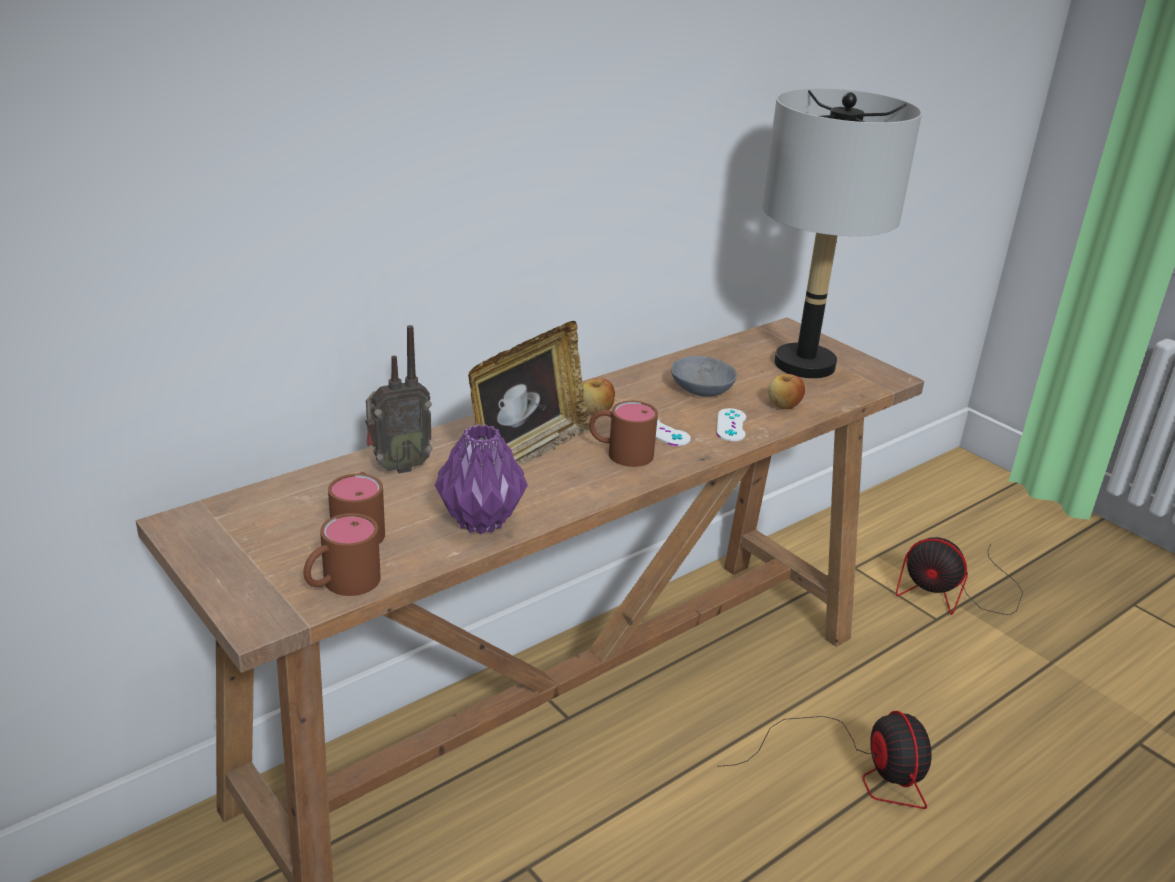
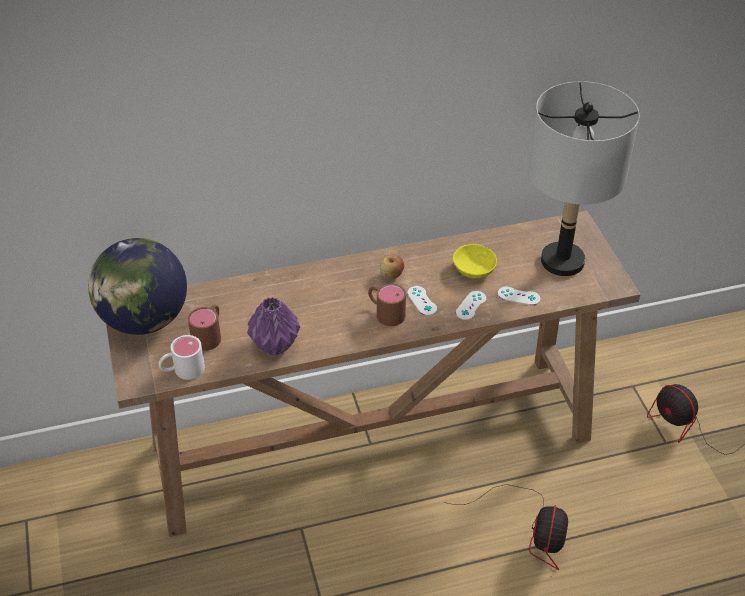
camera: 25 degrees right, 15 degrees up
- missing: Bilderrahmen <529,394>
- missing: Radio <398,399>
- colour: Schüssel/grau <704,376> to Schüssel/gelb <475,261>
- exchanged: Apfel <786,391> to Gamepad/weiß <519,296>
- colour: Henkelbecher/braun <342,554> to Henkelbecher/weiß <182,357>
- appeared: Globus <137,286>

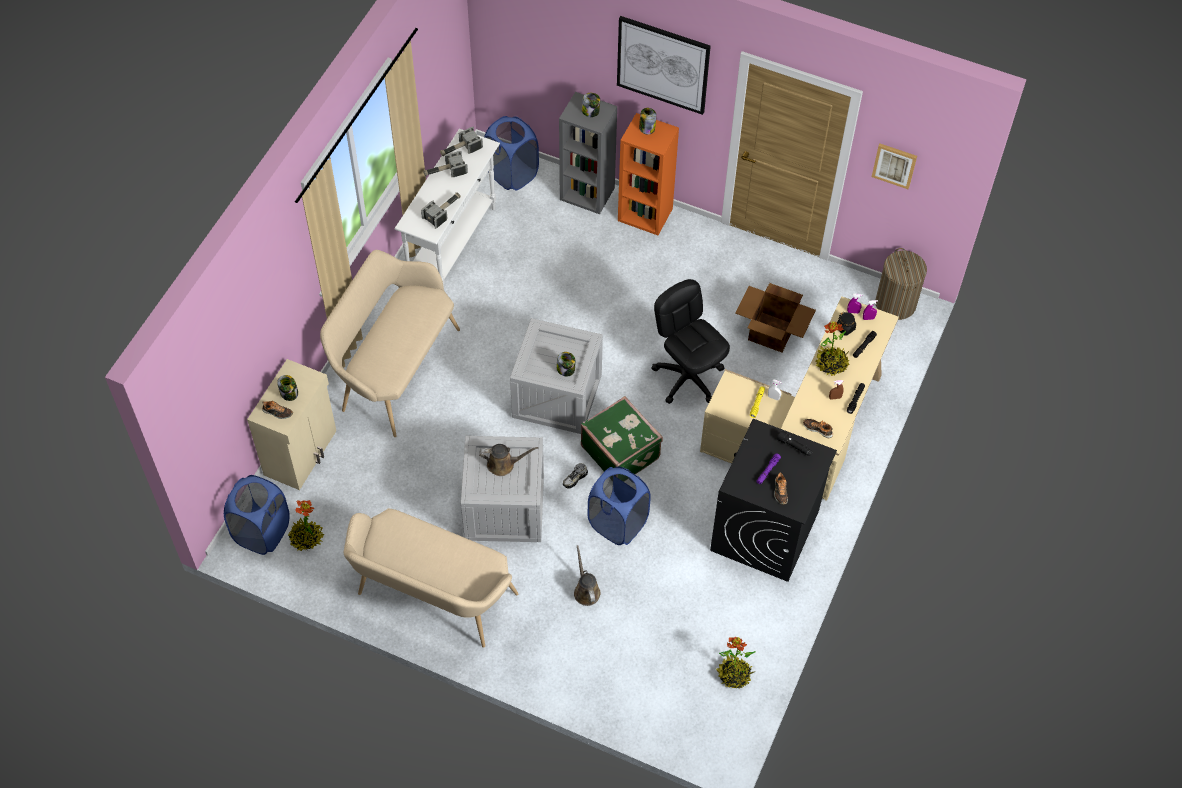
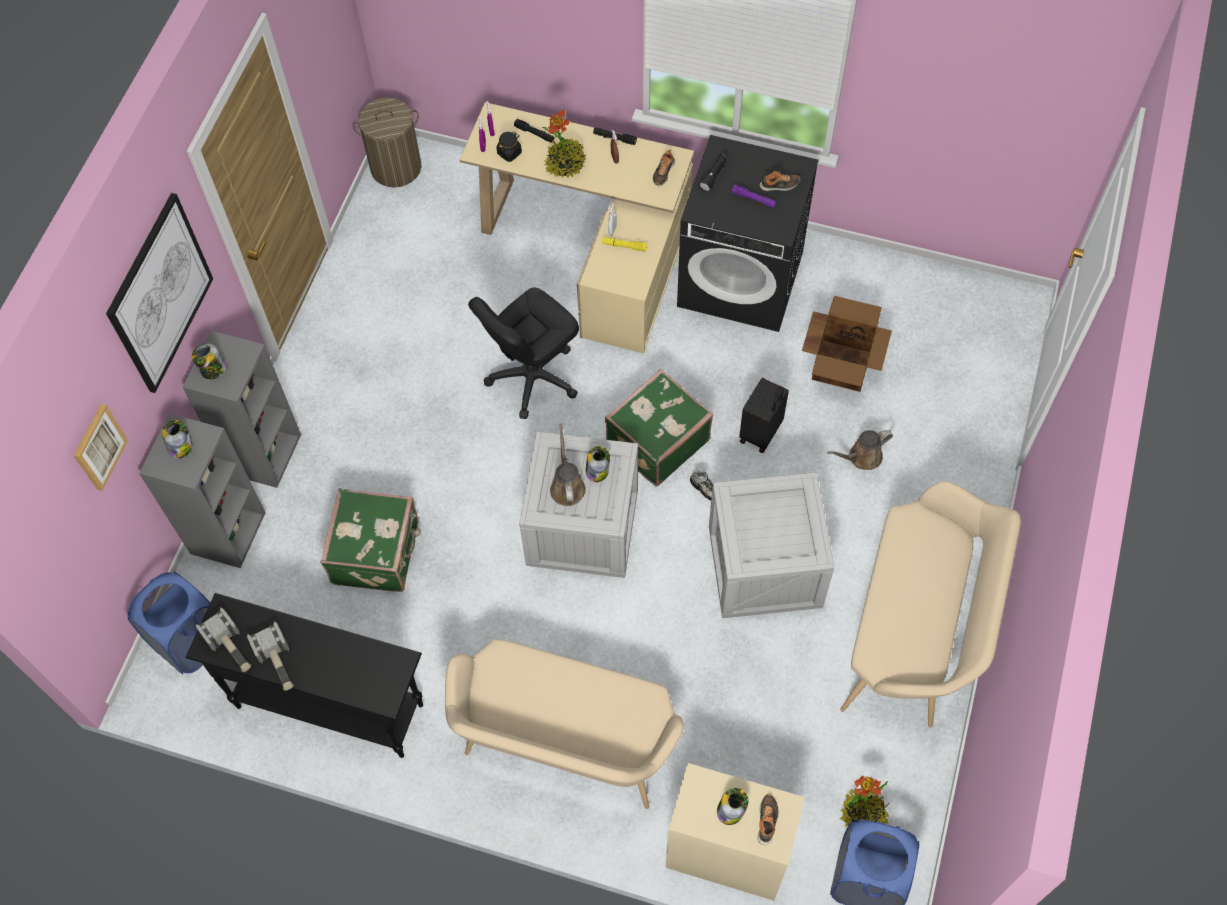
camera: 95 degrees left, 5 degrees up
- colour: Bücherregal/orange <648,174> to Bücherregal/grau <242,409>
- colour: Konsolentisch/weiß <447,208> to Konsolentisch/schwarz <304,675>
- relocated: Bild <894,166> to <100,447>
- missing: Hammer <441,210>
- relocated: Karton <775,317> to <847,344>
- relocated: Gießkanne/braun <508,460> to <568,465>
- exchanged: Wäschekorb/blau <619,505> to Koffer/schwarz <764,415>
- missing: Topfpflanze <735,662>
- appeared: Koffer/grün <370,540>

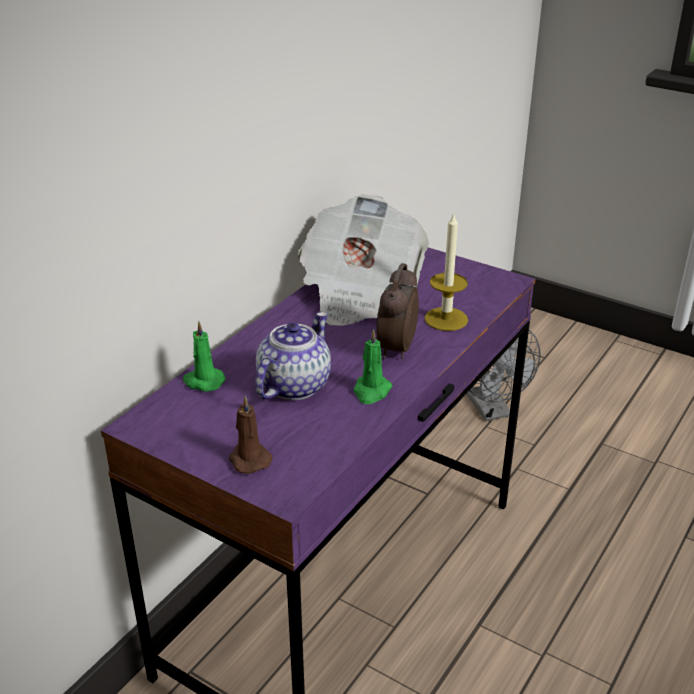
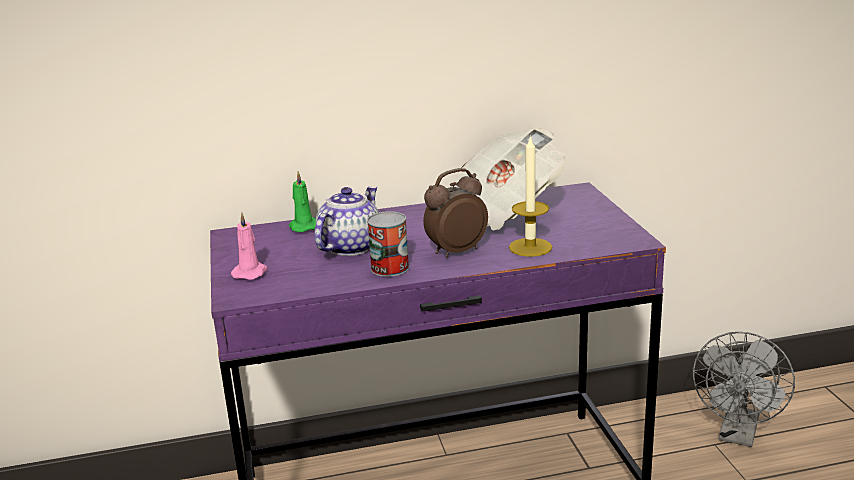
camera: 45 degrees right, 10 degrees down
- spun: Teekanne <293,356> = <346,221> 45 degrees counterclockwise
- exchanged: Kerze/grün <372,366> to Dose <388,244>
- colour: Kerze/braun <251,435> to Kerze/rosa <249,246>

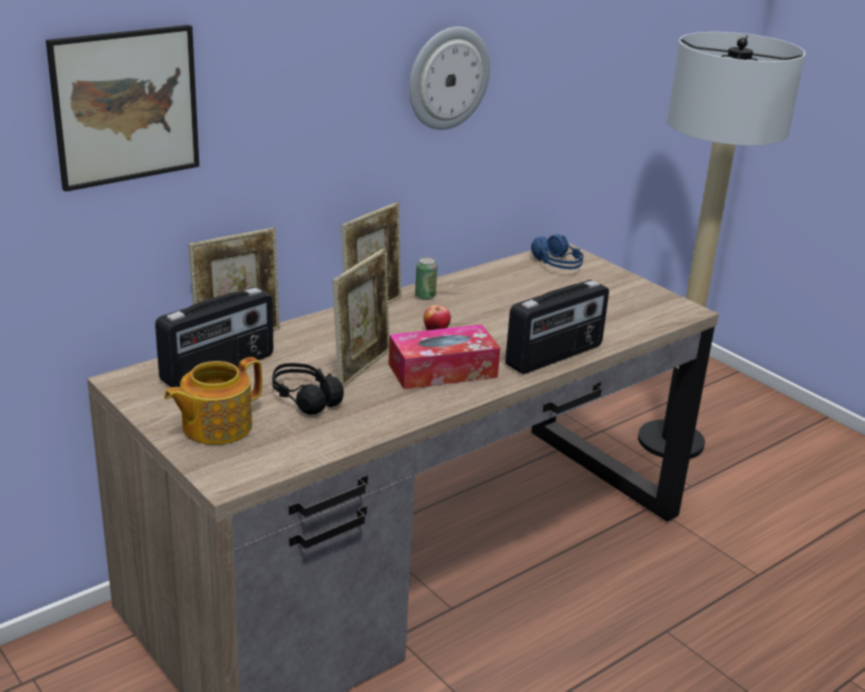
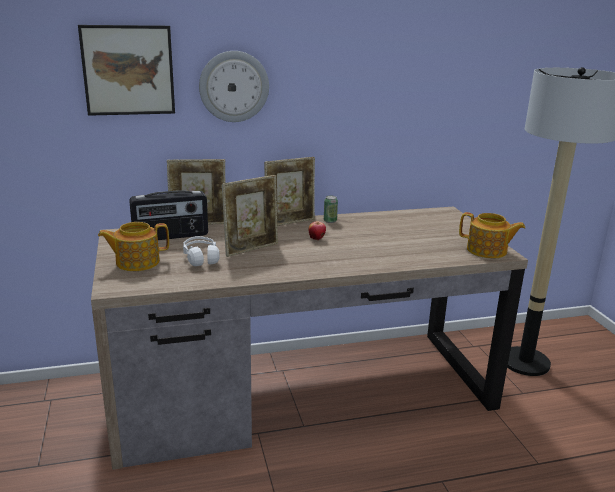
camera: 25 degrees right, 5 degrees down
- relocated: Wanduhr <449,78> to <234,86>
- missing: Kopfhörer/blau <557,251>
- missing: Radio <557,327>
- missing: Taschentuchbox <444,356>
- colour: Kopfhörer/schwarz <308,389> to Kopfhörer/weiß <201,251>
- appeared: Teekanne <492,235>

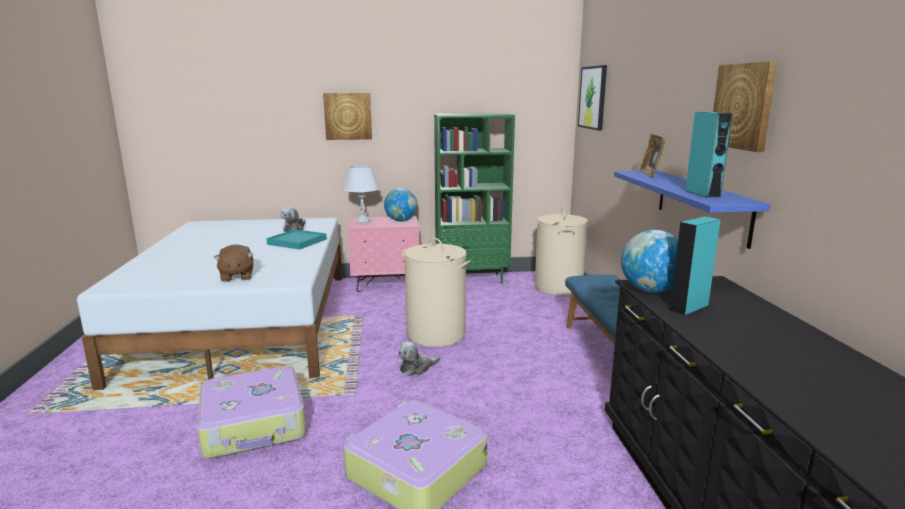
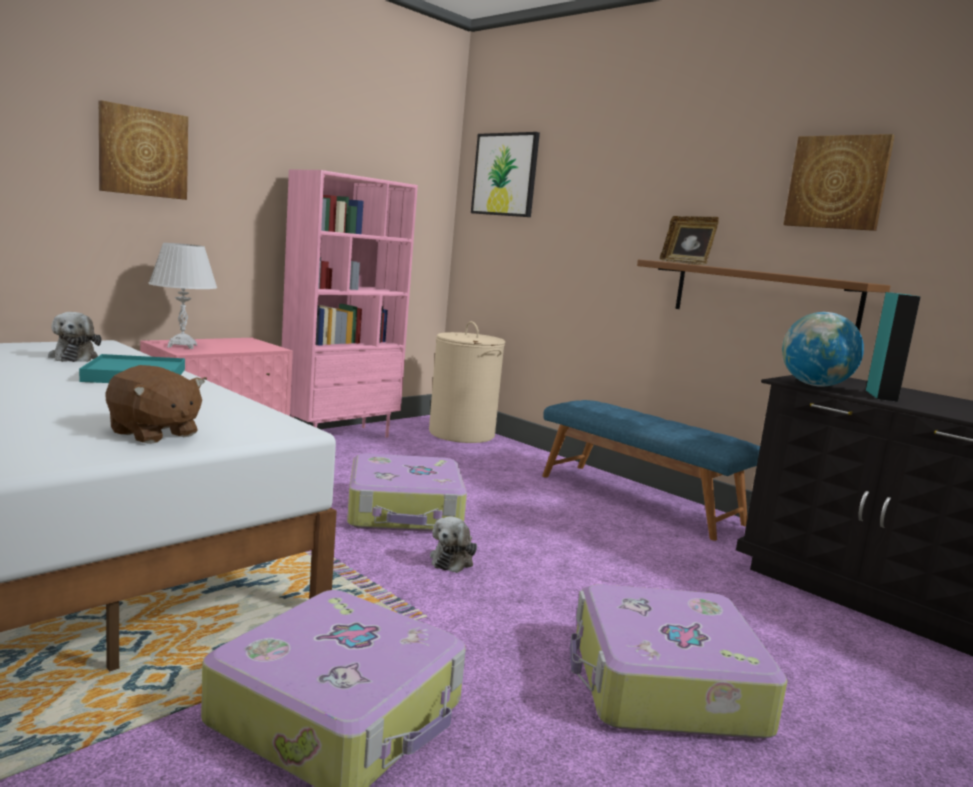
camera: 40 degrees left, 5 degrees down
- missing: Lautsprecher/türkis <708,155>
- colour: Bücherregal/grün <474,198> to Bücherregal/rosa <350,303>
- colour: Wandregal/blau <692,210> to Wandregal/braun <763,296>
- missing: Globus <400,204>
- exchanged: Wäschekorb/beige <436,292> to Koffer <407,493>

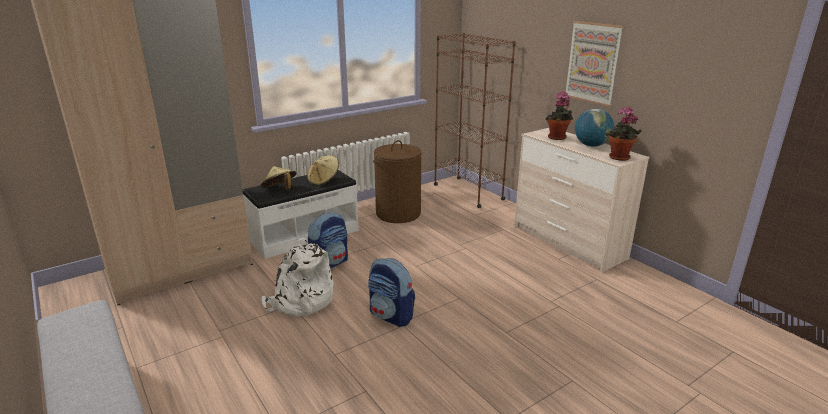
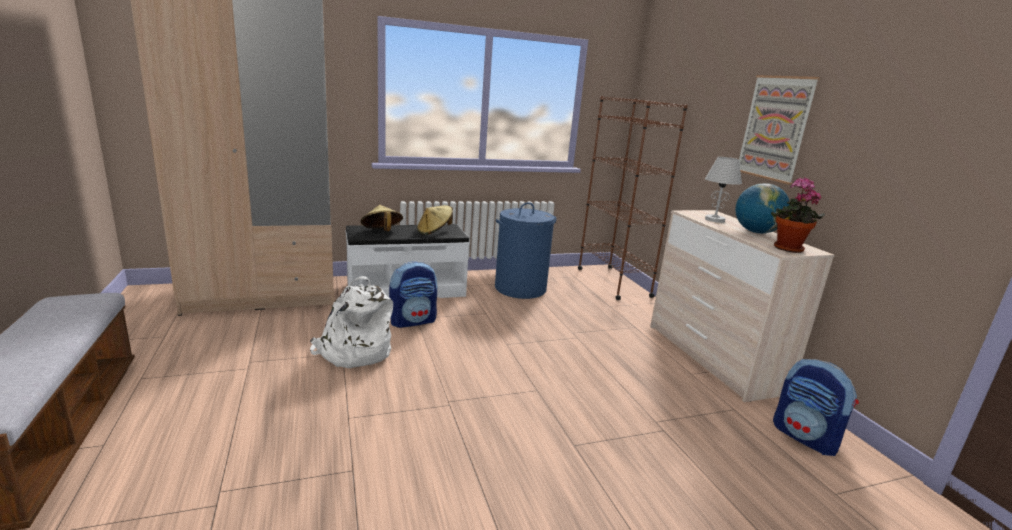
camera: 15 degrees right, 5 degrees down
- exchanged: Topfpflanze <559,115> to Tischlampe/weiß <723,190>
- colour: Wäschekorb/braun <397,181> to Wäschekorb/blau <525,250>
- relocated: Rucksack <391,292> to <816,407>

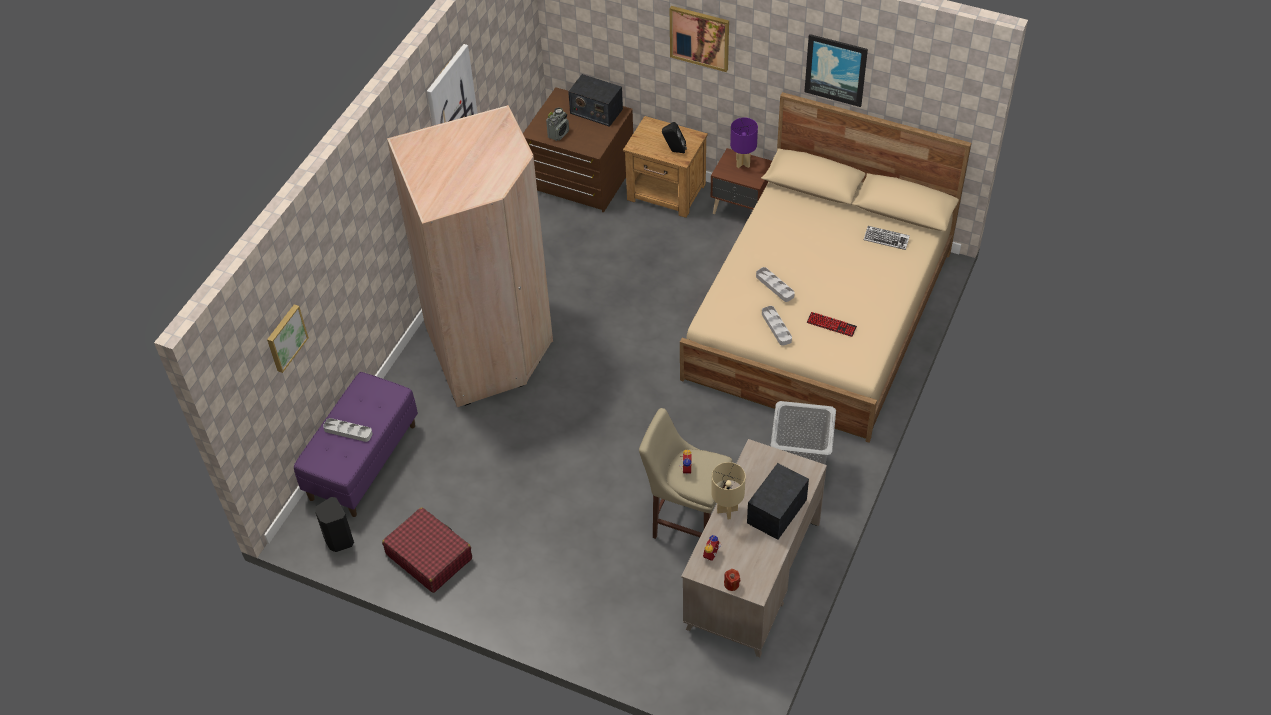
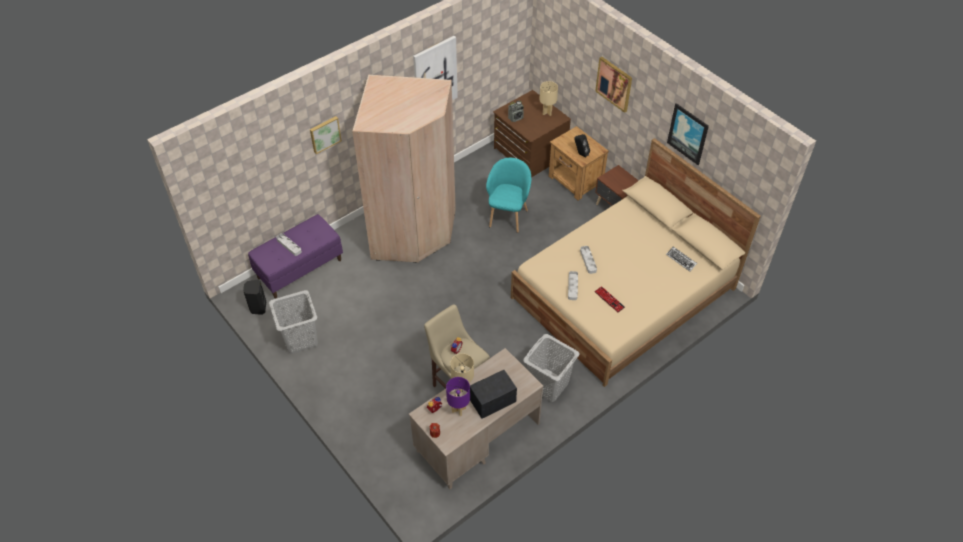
camera: 25 degrees right, 0 degrees up
- exchanged: Radio <595,100> to Tischlampe/beige <548,98>
- relocated: Tischlampe/lila <744,143> to <458,396>
- relocated: Bild <288,338> to <326,135>
- exchanged: Koffer/rot <427,550> to Wäschekorb/grau <293,322>
- appeared: Sessel/türkis <508,195>

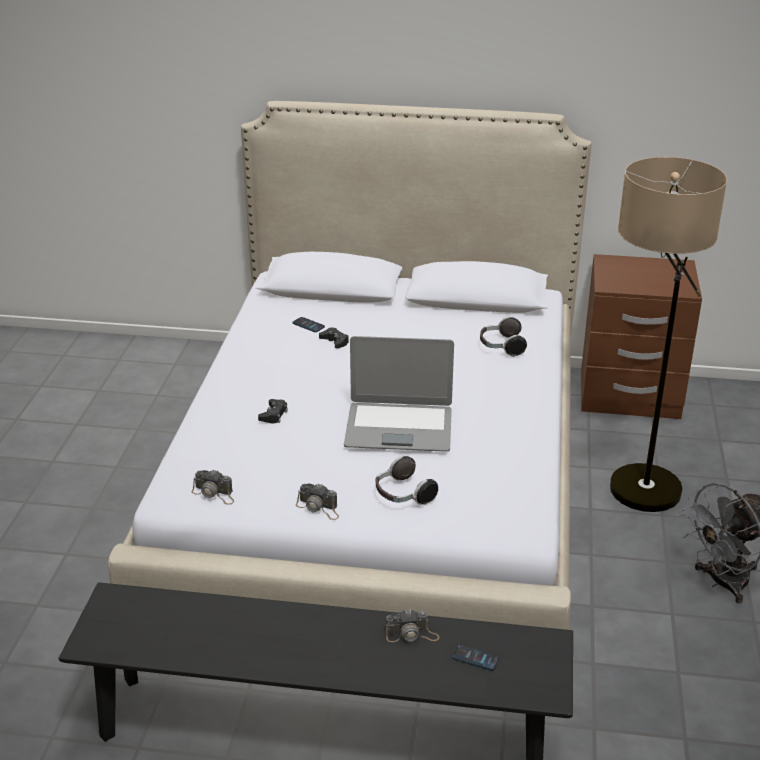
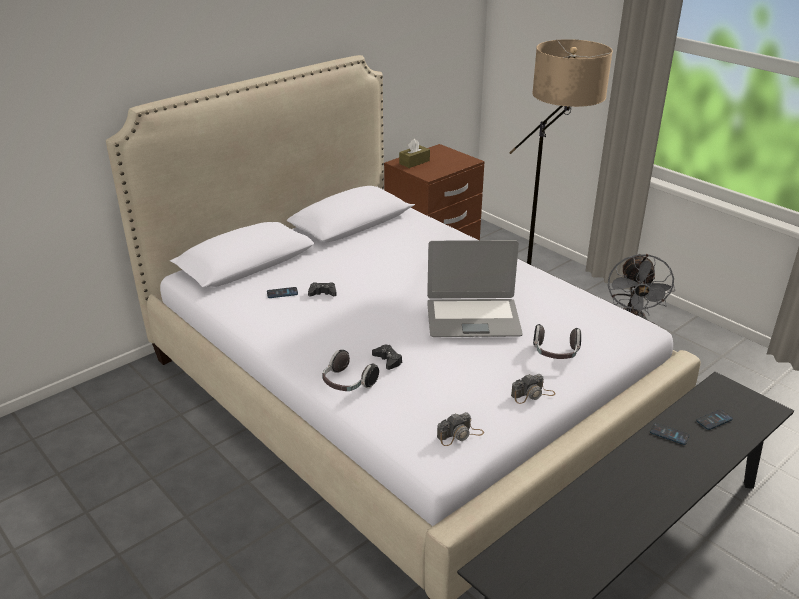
camera: 50 degrees left, 0 degrees up
- relocated: Kopfhörer <503,336> to <350,370>
- spun: Laptop <399,394> = <475,288> 45 degrees clockwise
- exchanged: Kamera <412,625> to Handy <669,434>
- appeared: Taschentuchbox/braun <414,153>

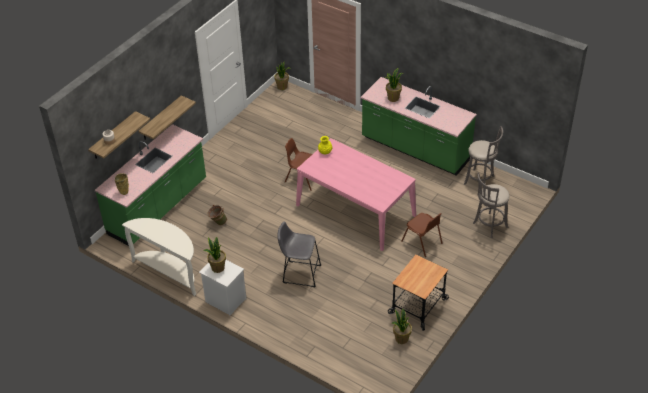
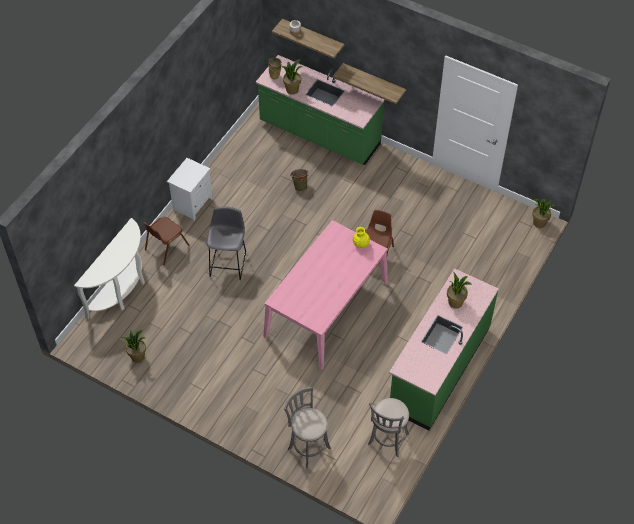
camera: 85 degrees right, 10 degrees up
- relocated: Stuhl/braun <422,235> to <166,241>
- relocated: Konsolentisch/weiß <159,257> to <109,268>
- relocated: Topfpflanze <215,255> to <292,77>
- missing: Rollwagen <418,293>

